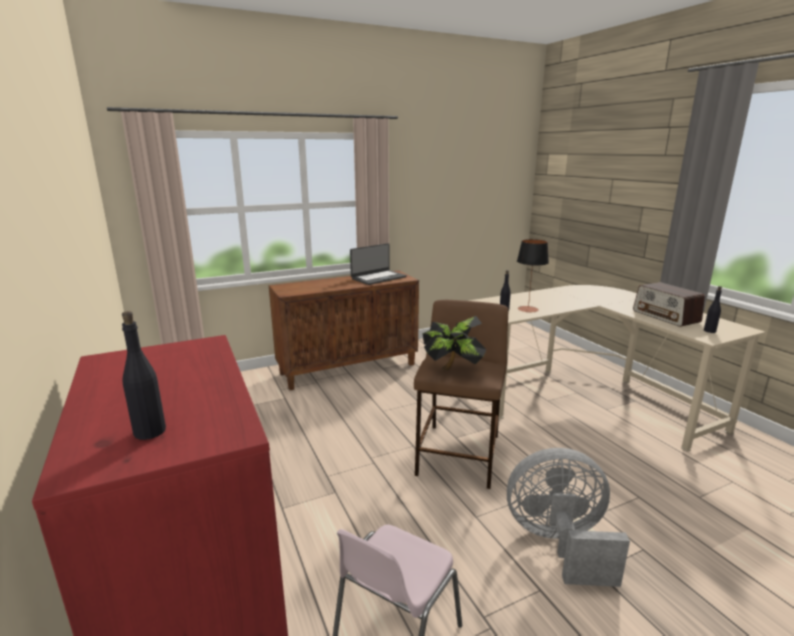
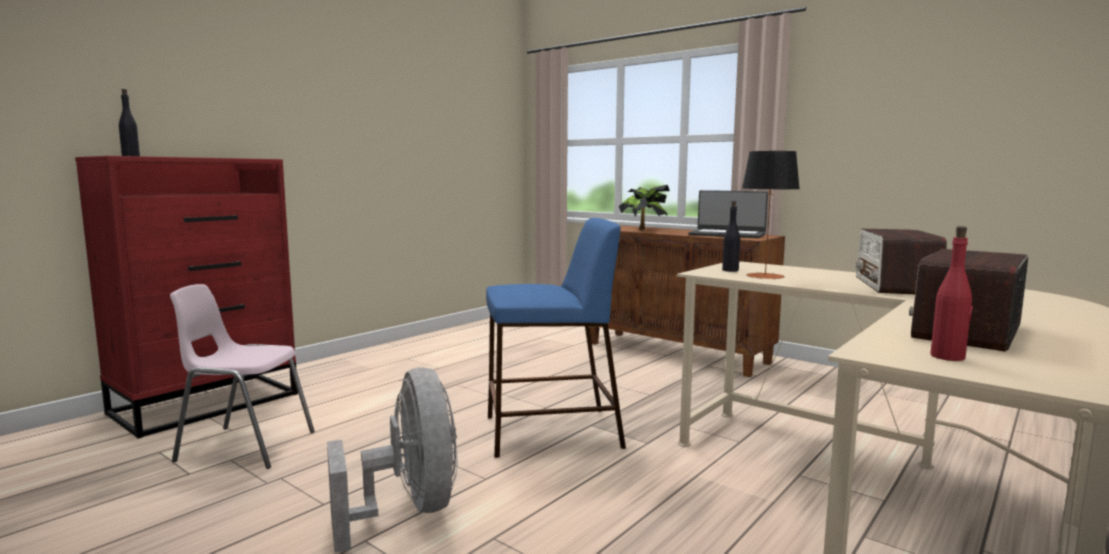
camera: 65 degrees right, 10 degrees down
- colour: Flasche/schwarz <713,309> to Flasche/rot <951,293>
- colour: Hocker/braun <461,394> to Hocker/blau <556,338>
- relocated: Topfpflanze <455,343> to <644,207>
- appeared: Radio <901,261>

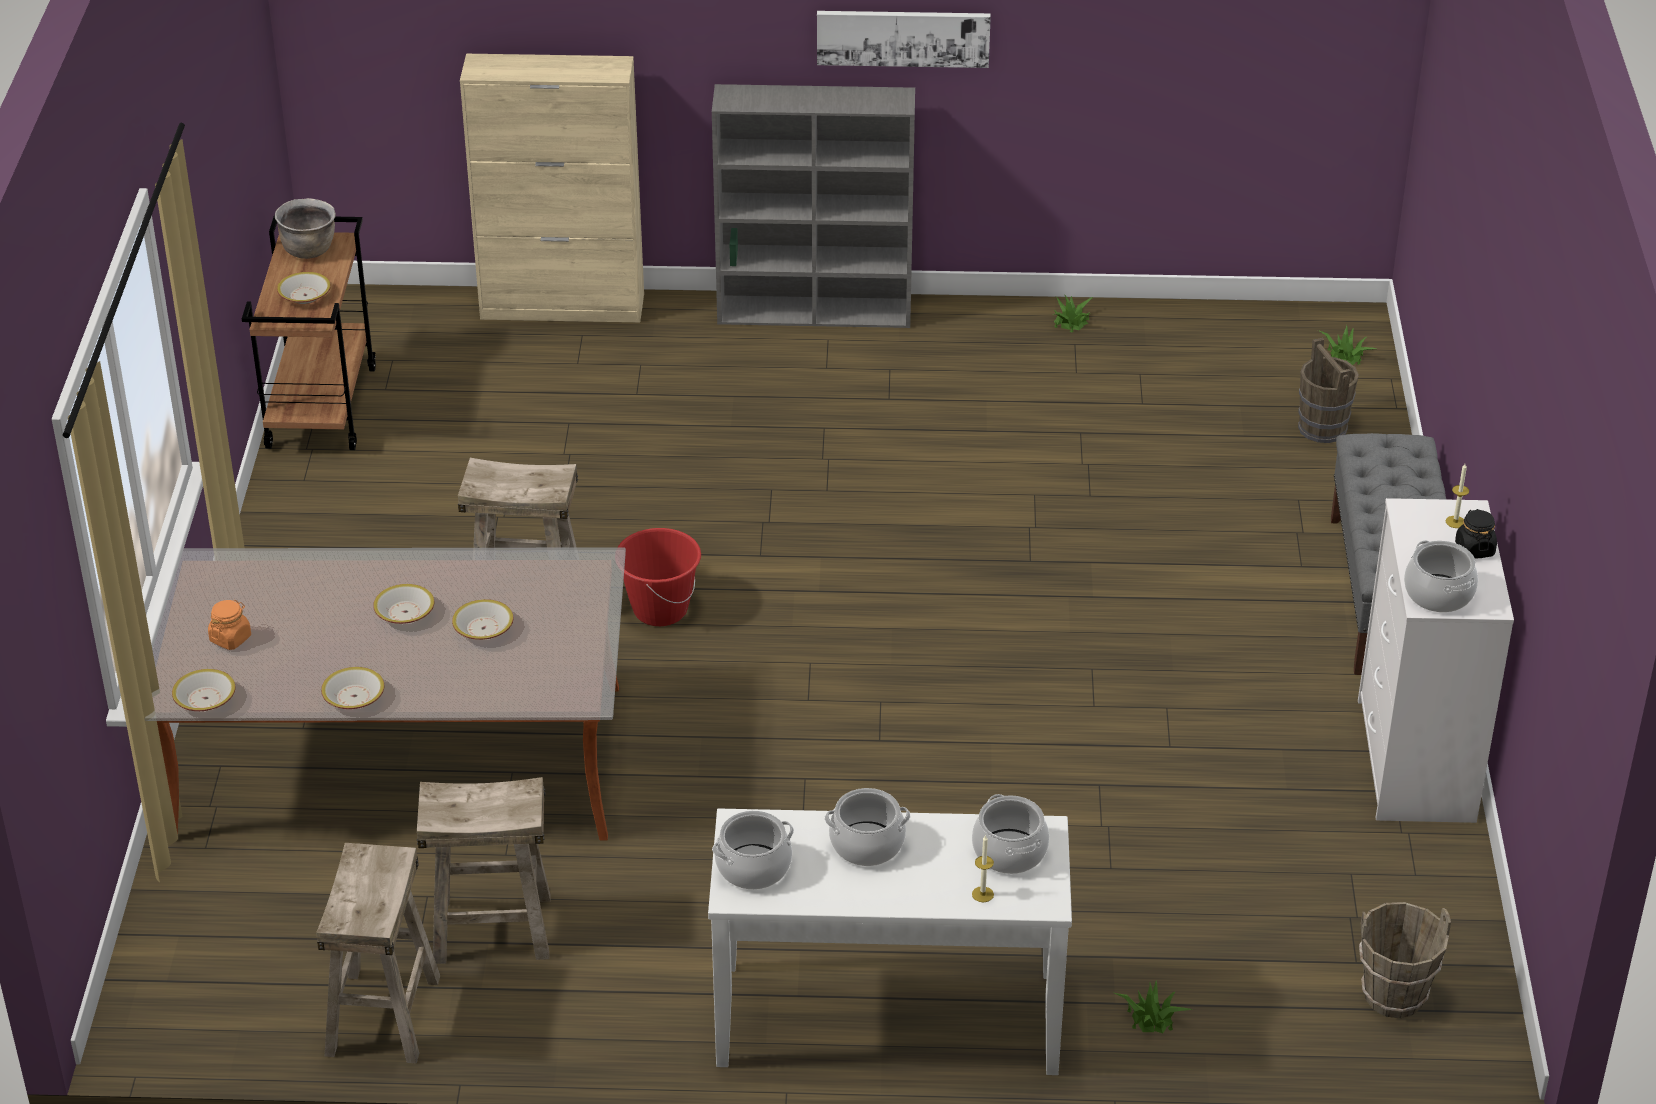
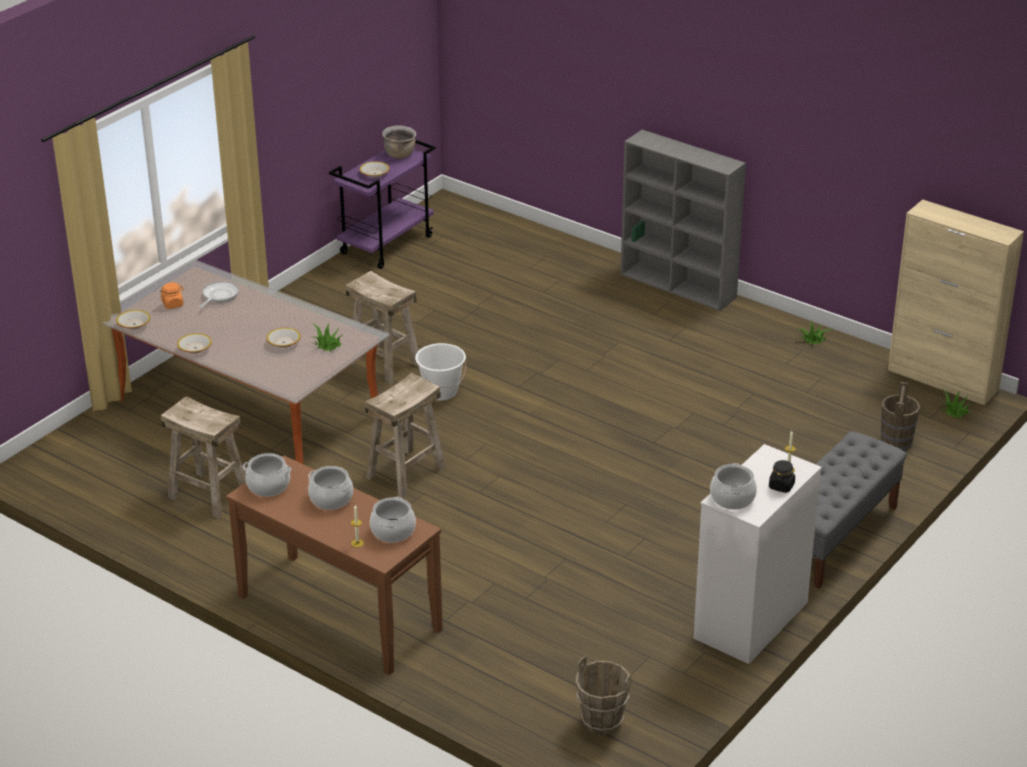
camera: 35 degrees right, 5 degrees down
- missing: Bild <904,39>
- relocated: Schrank/beige <552,188> to <956,302>
- colour: Rollwagen/braun <309,332> to Rollwagen/lila <382,204>
- colour: Eimer/rot <659,577> to Eimer/weiß <440,372>
- missing: Schüssel <403,604>
- colour: Konsolentisch/weiß <890,941> to Konsolentisch/braun <334,565>
- relocated: Hocker/beige <378,953> to <405,435>
- relocated: Topfpflanze <1154,1006> to <327,337>
- appeared: Pfanne <219,294>

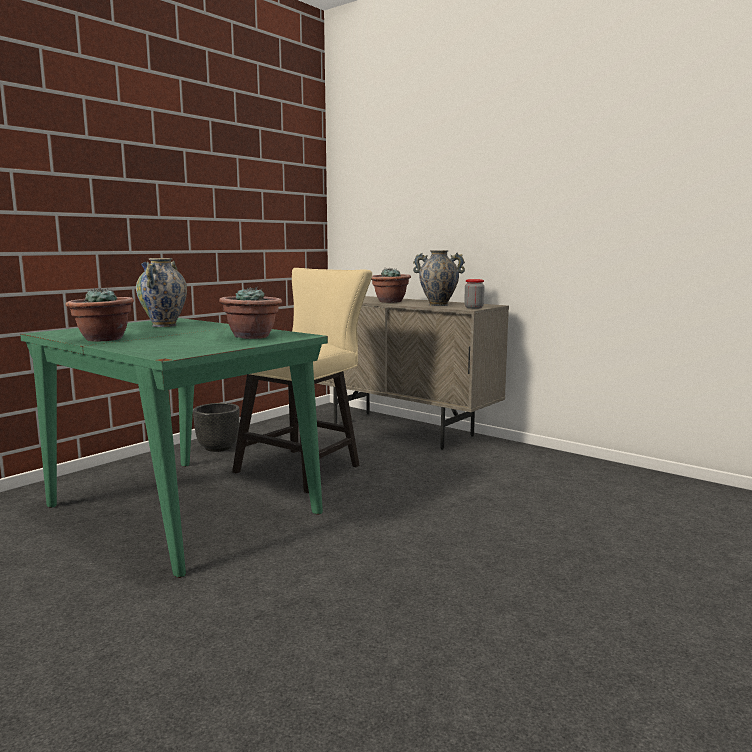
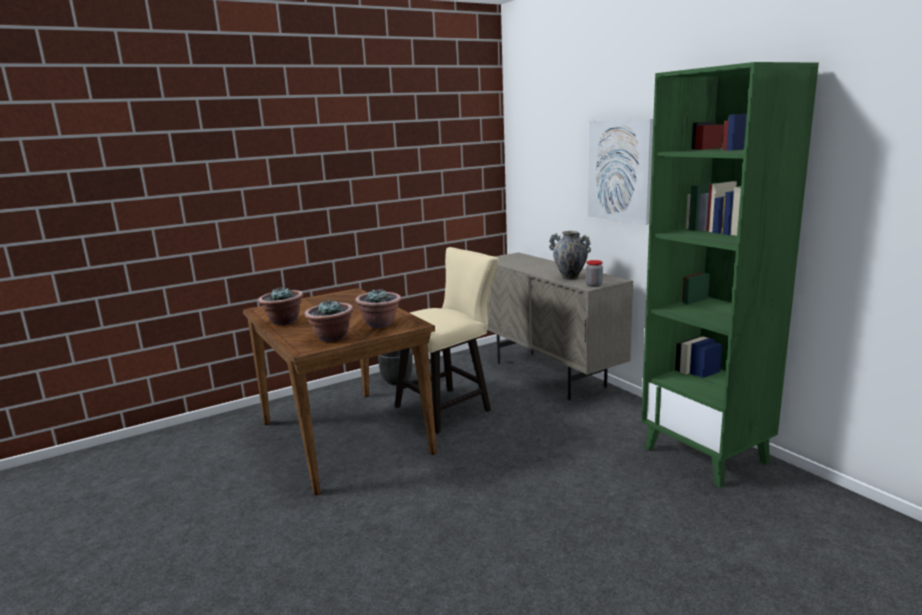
camera: 20 degrees right, 5 degrees up
- missing: Vase <161,292>
- relocated: Topfpflanze <391,285> to <328,321>
- colour: Esstisch/grün <174,448> to Esstisch/braun <340,391>
- appeared: Bücherregal/grün <730,275>
- appeared: Bild <620,172>

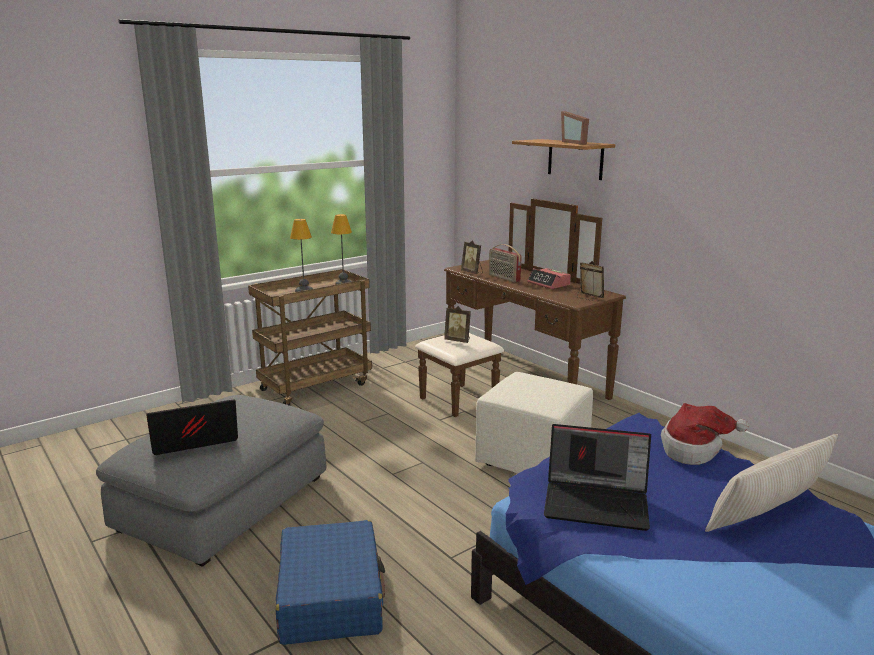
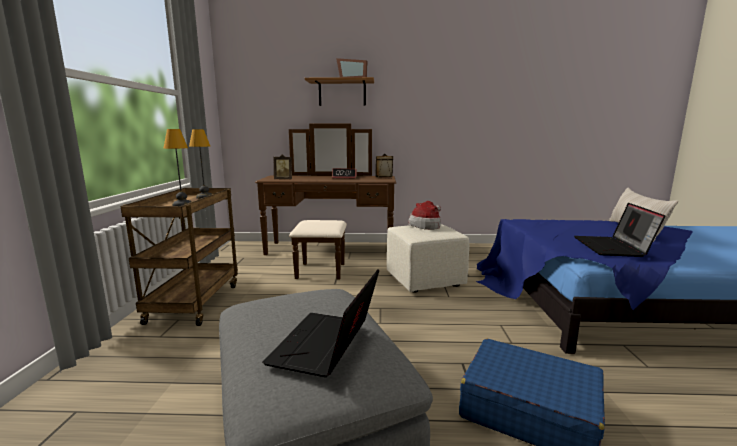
camera: 50 degrees left, 5 degrees down
- missing: Radio <505,263>
- missing: Bilderrahmen <457,324>
- relocated: Hut <705,434> to <424,215>
- spun: Laptop <597,477> = <619,230> 135 degrees clockwise

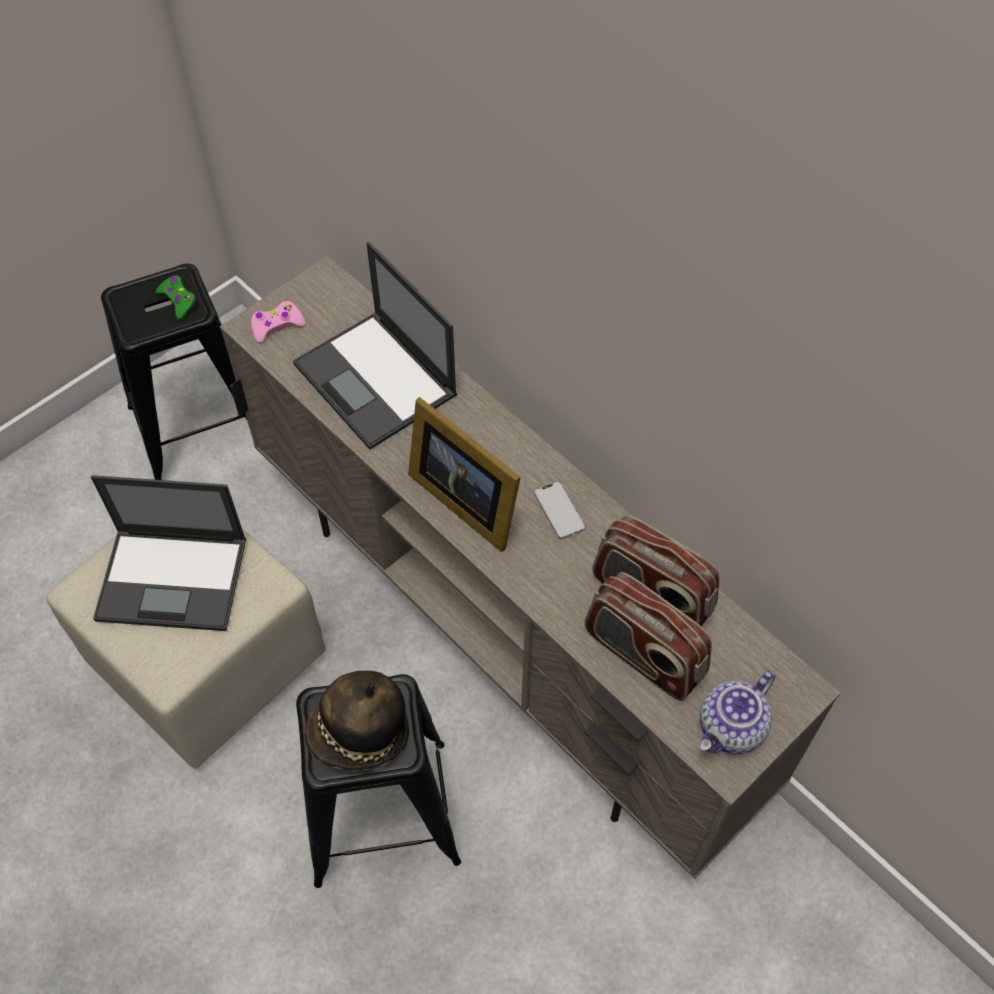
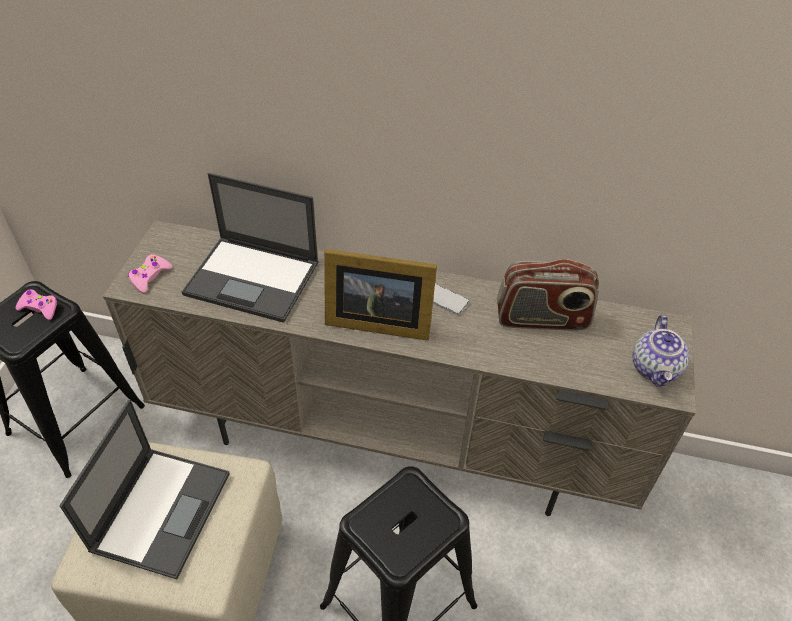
camera: 35 degrees left, 10 degrees down
- colour: Gamepad/grün <176,298> to Gamepad/rosa <36,304>
- spun: Laptop <168,553> = <144,489> 45 degrees counterclockwise
- missing: Radio <648,636>
- missing: Hut <357,720>

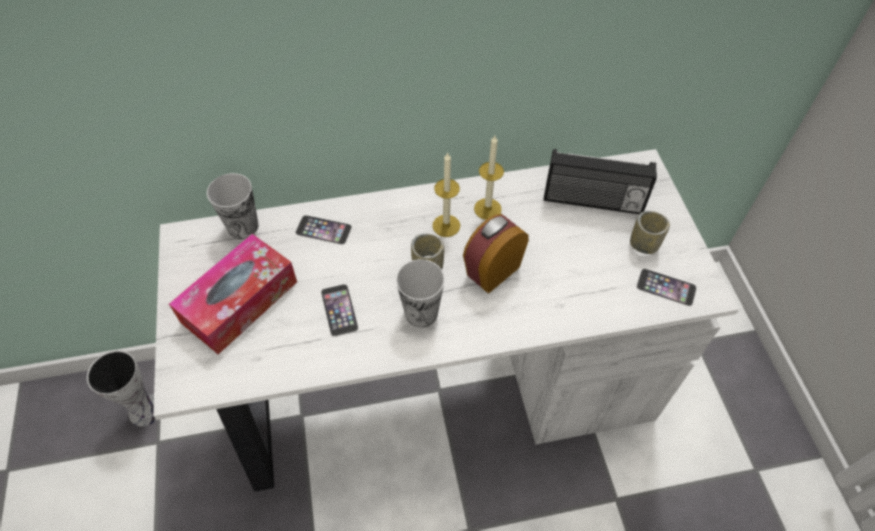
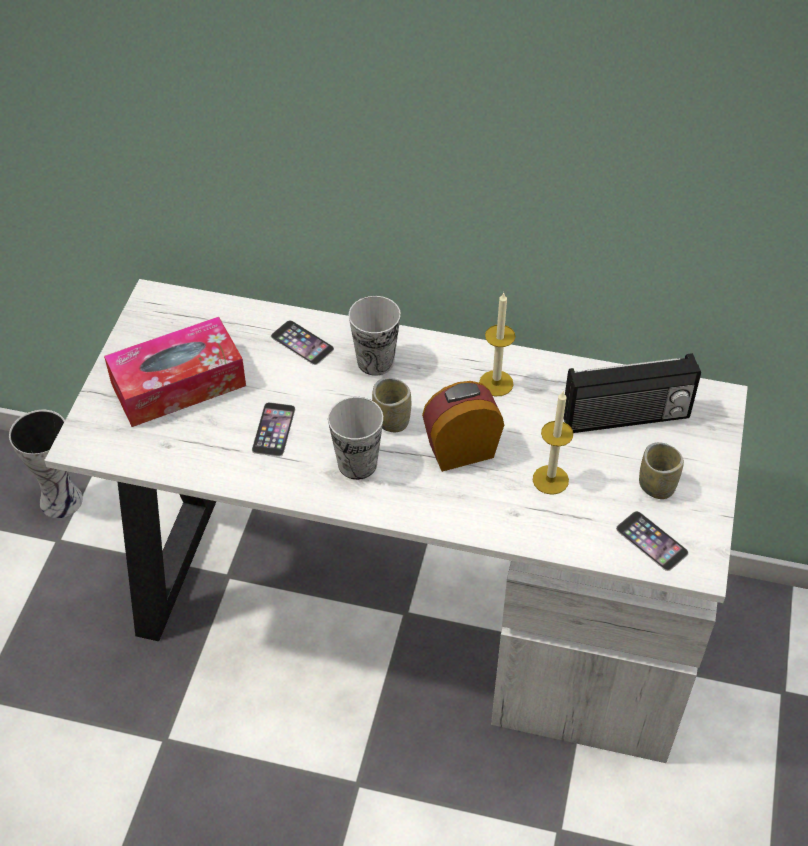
camera: 25 degrees right, 5 degrees down
- spun: Radio <600,181> = <632,393> 45 degrees counterclockwise
- relocated: Kerze <446,194> to <553,443>
- relocated: Tasse <233,206> to <375,336>

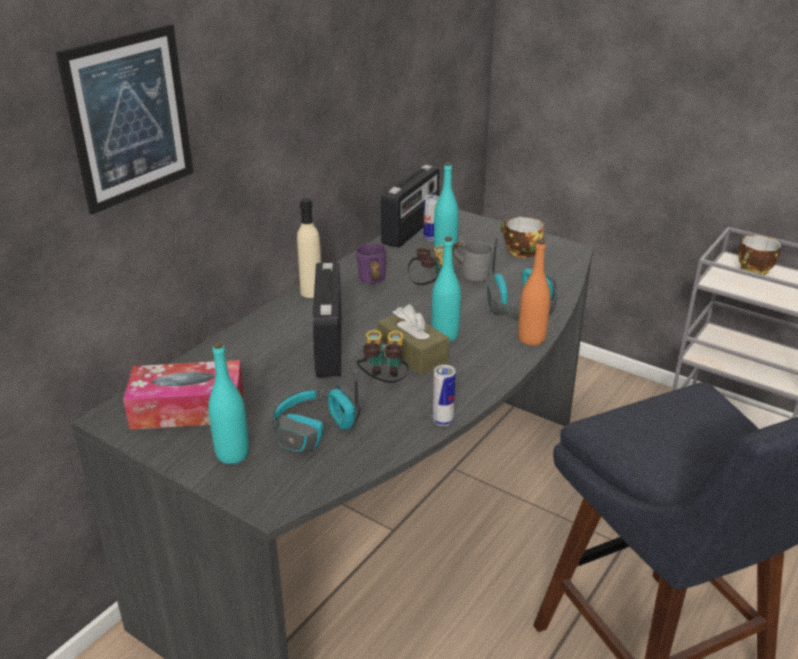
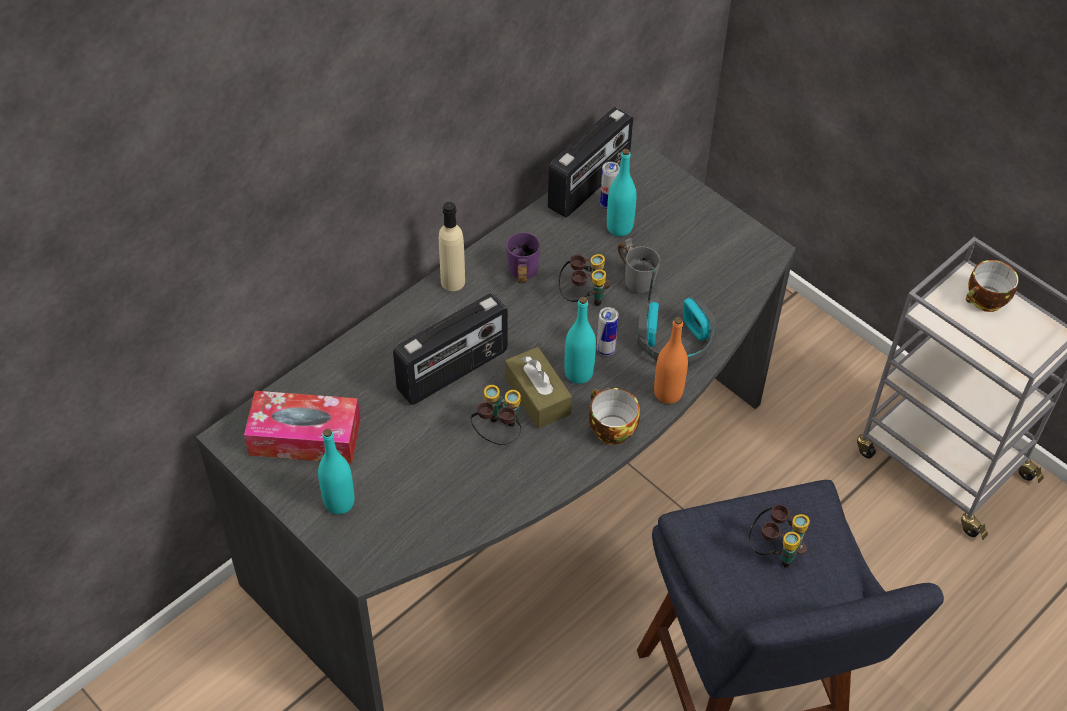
camera: 10 degrees right, 20 degrees up
- missing: Bild <124,119>
- relocated: Tasse <522,237> to <614,416>
- spun: Radio <326,320> = <450,349> 135 degrees counterclockwise
- relocated: Dose <444,395> to <608,331>
- missing: Kopfhörer <316,410>
- appeared: Fernglas <779,536>

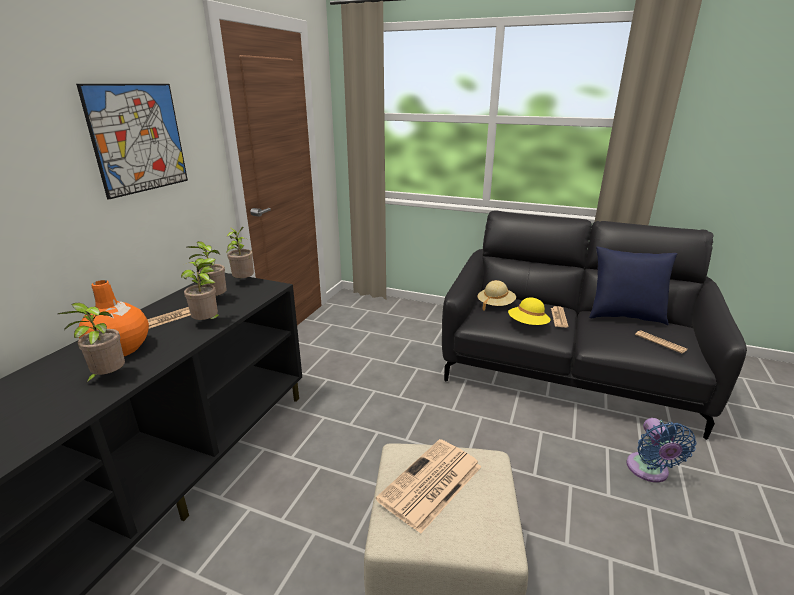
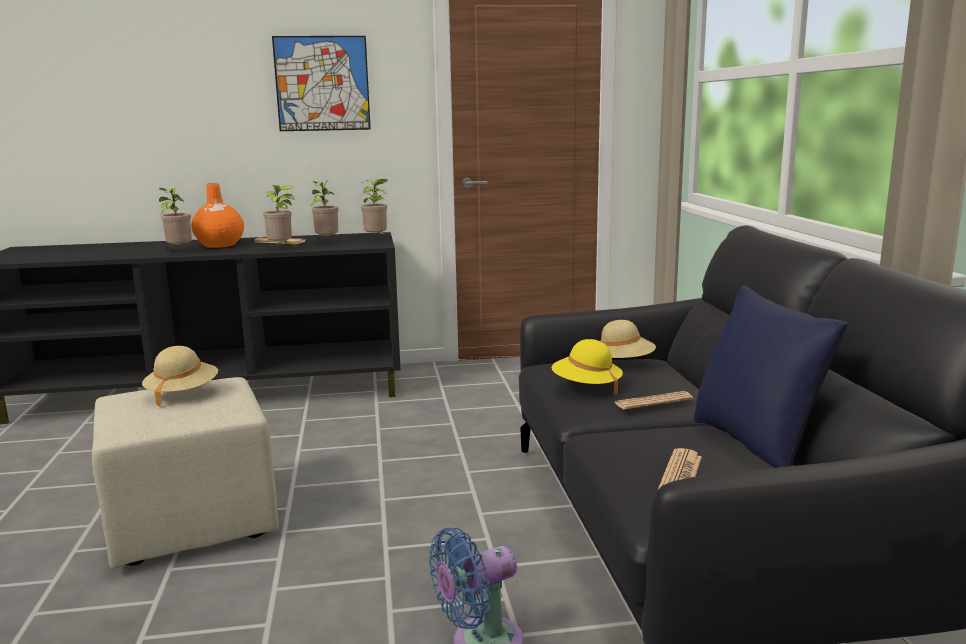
camera: 60 degrees right, 10 degrees down
- exchanged: Zeitung <428,486> to Hut/beige <180,376>

